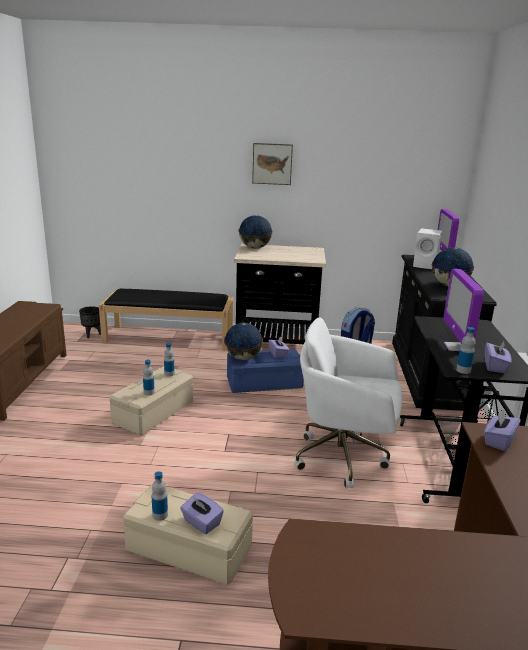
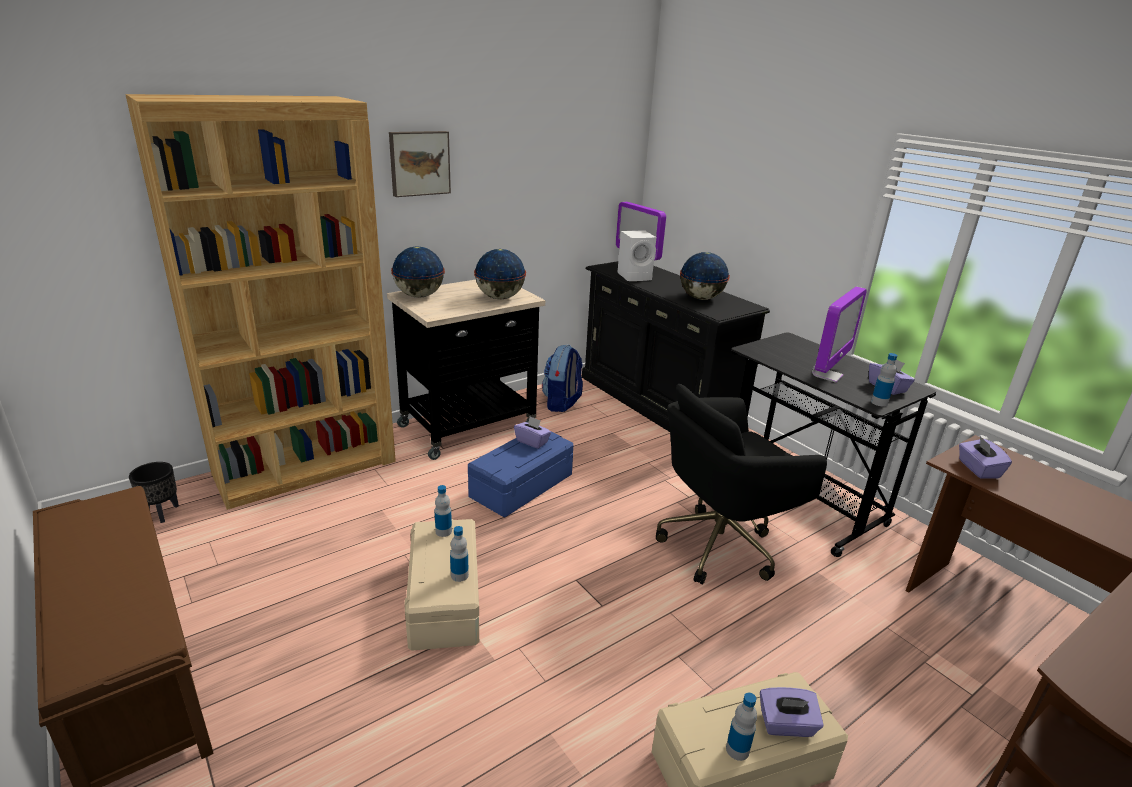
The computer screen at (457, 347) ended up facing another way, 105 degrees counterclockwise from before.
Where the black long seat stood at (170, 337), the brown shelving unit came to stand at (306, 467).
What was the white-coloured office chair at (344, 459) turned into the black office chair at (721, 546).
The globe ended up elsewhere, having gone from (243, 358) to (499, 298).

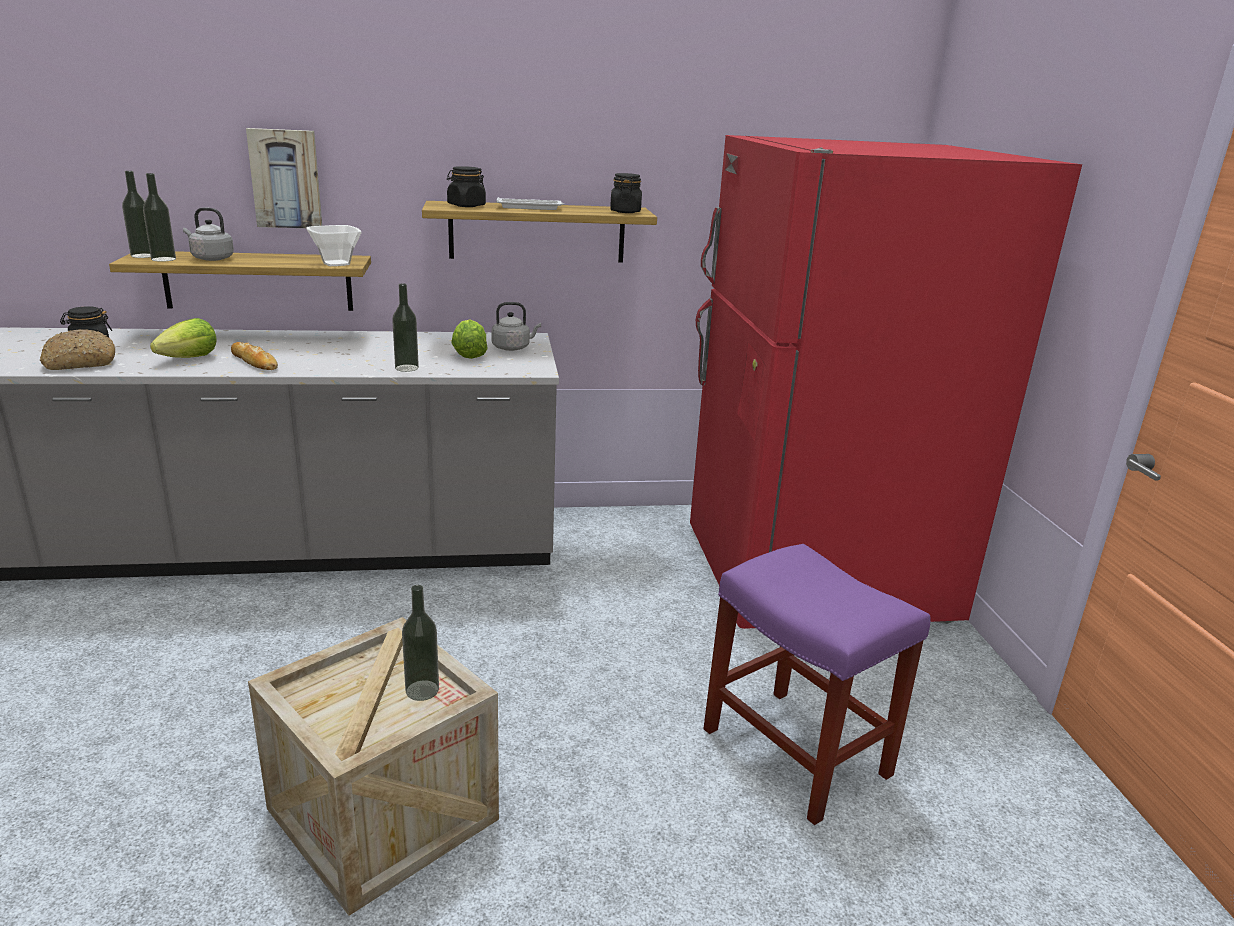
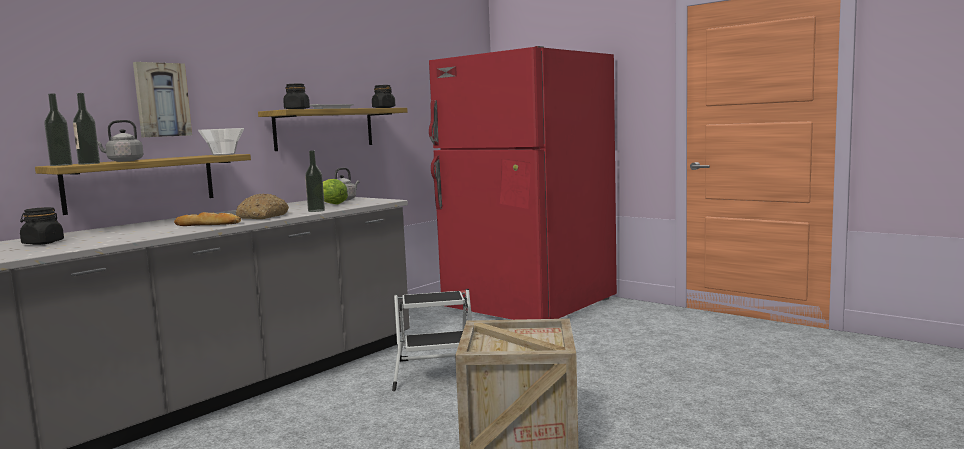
The second view lost the lettuce head at (190, 358).
The baked bread ended up elsewhere, having gone from (80, 362) to (263, 216).
The second view lost the purple-coloured stool seat at (798, 753).
The second view lost the drink bottle at (422, 690).
The second view gained the stepladder at (436, 372).

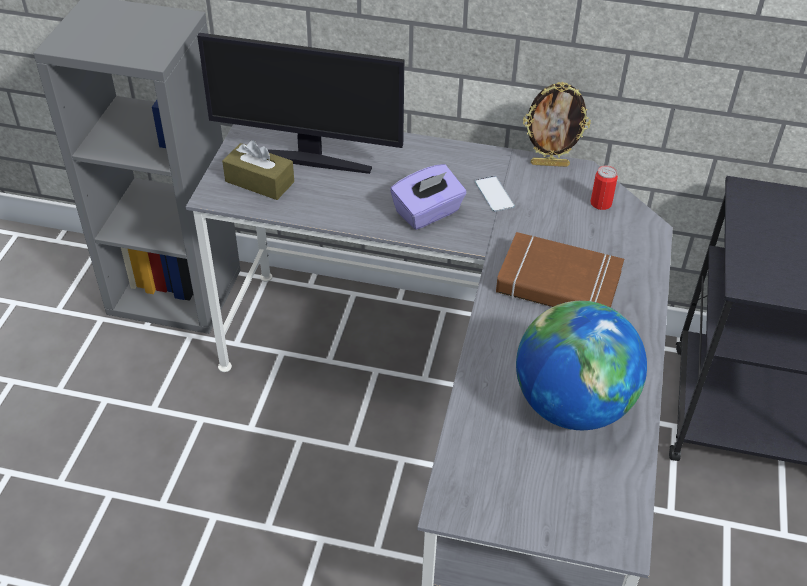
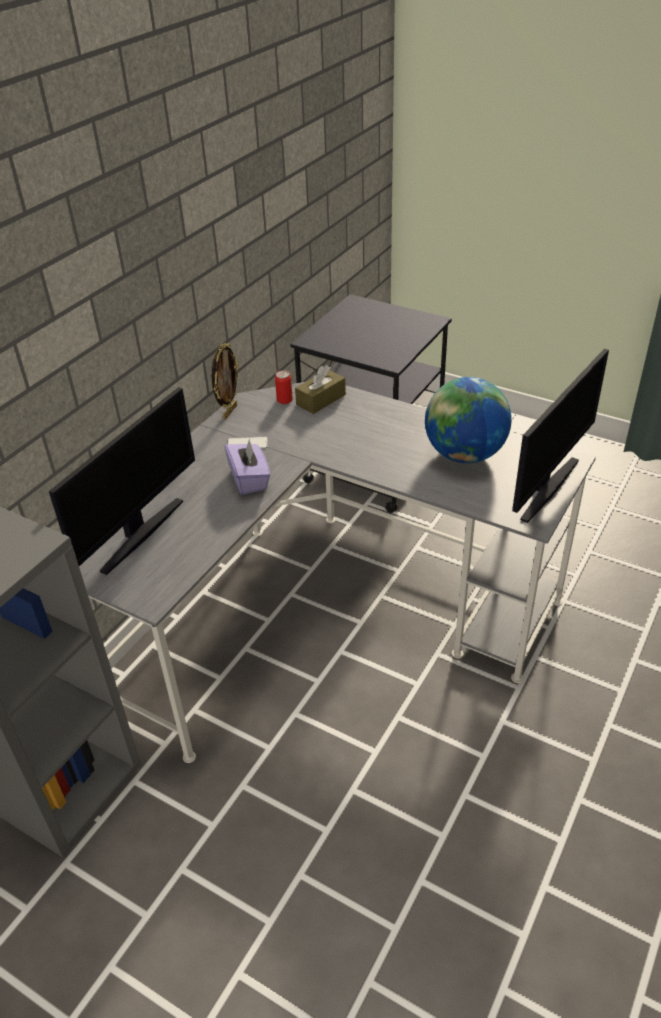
The brown box of tissues ended up elsewhere, having gone from (259, 182) to (321, 400).
The second view lost the brown bound book at (558, 284).
The second view gained the computer screen at (546, 488).

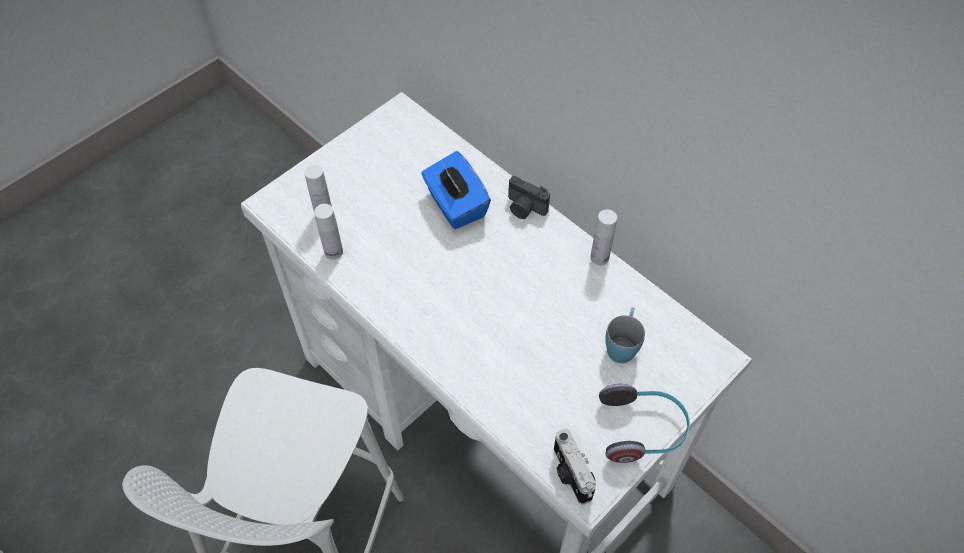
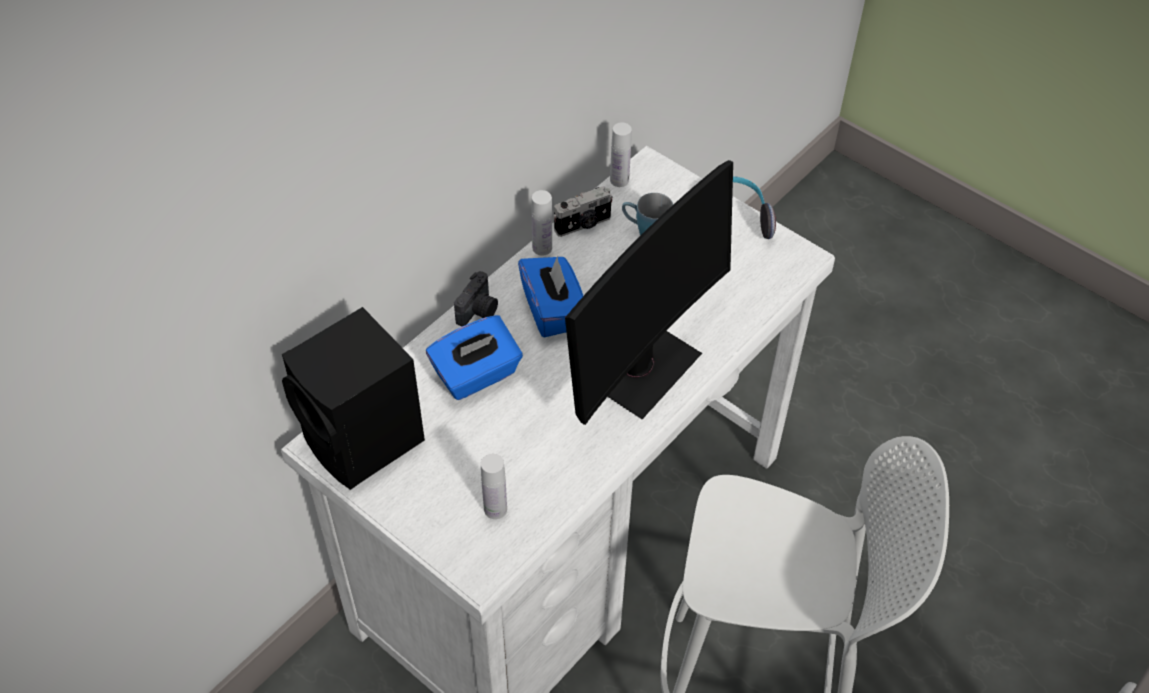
The white-coloured drink bottle ended up elsewhere, having gone from (333, 252) to (619, 180).
The still camera ended up elsewhere, having gone from (570, 474) to (583, 225).
The second view gained the computer screen at (639, 367).
The second view gained the blue-coloured box of tissues at (553, 311).
The second view gained the black audio speaker at (365, 442).

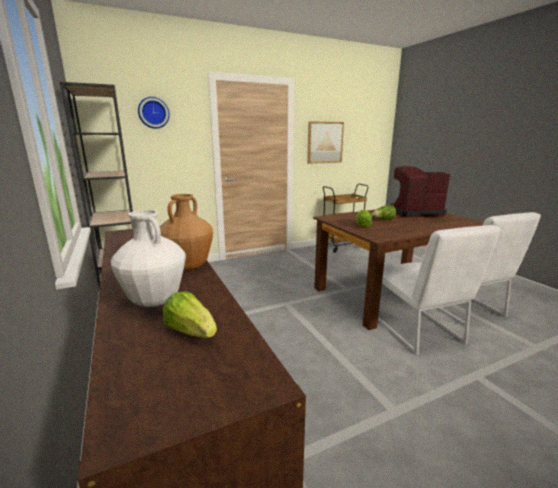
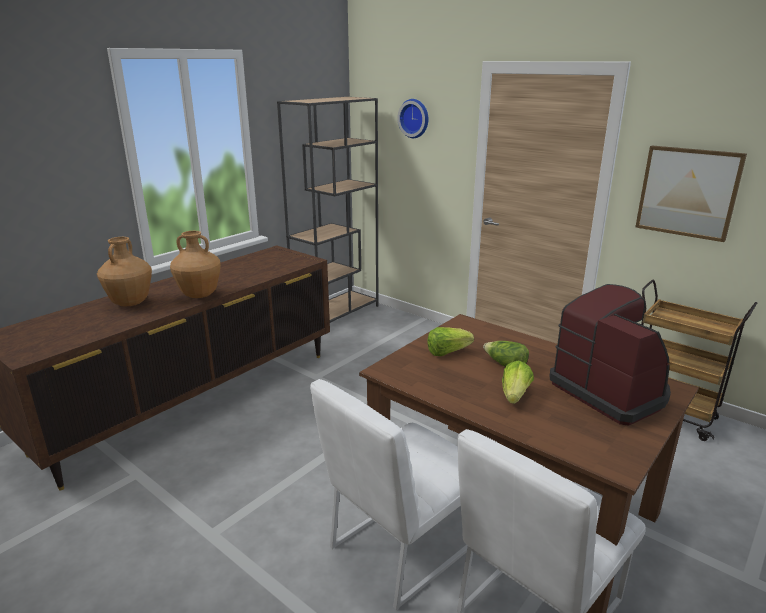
What was the white-coloured flower vase at (154, 301) turned into the brown flower vase at (130, 303).
The lettuce head ended up elsewhere, having gone from (191, 331) to (515, 395).

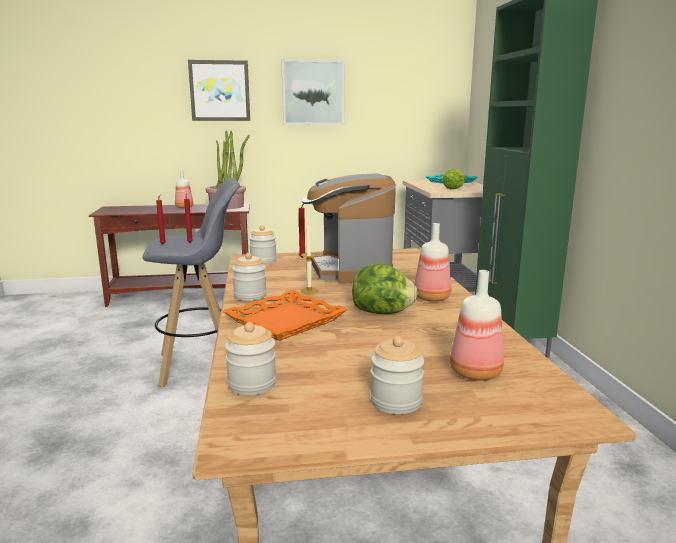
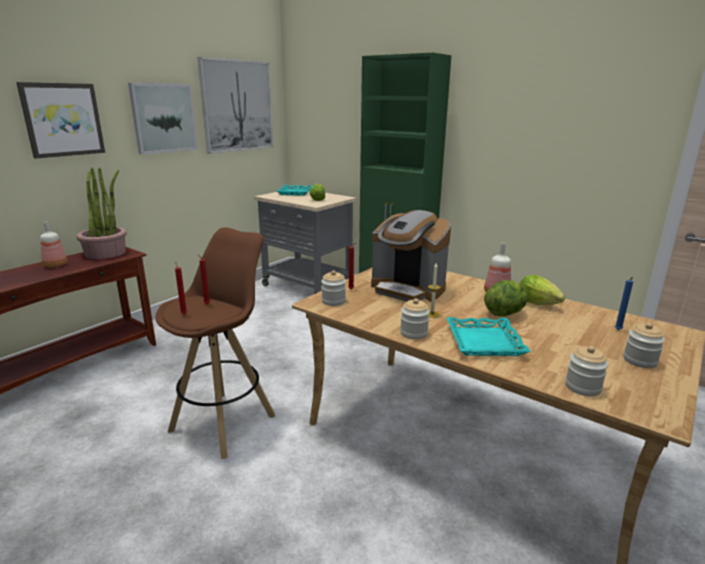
What was the gray stool seat at (201, 365) turned into the brown stool seat at (225, 421).
Where the drink bottle stood at (473, 372), the blue-coloured candle came to stand at (618, 330).
What was the orange-coloured tray at (285, 321) turned into the blue-green tray at (483, 341).
The second view gained the wall art at (237, 106).
The second view gained the lettuce head at (537, 303).

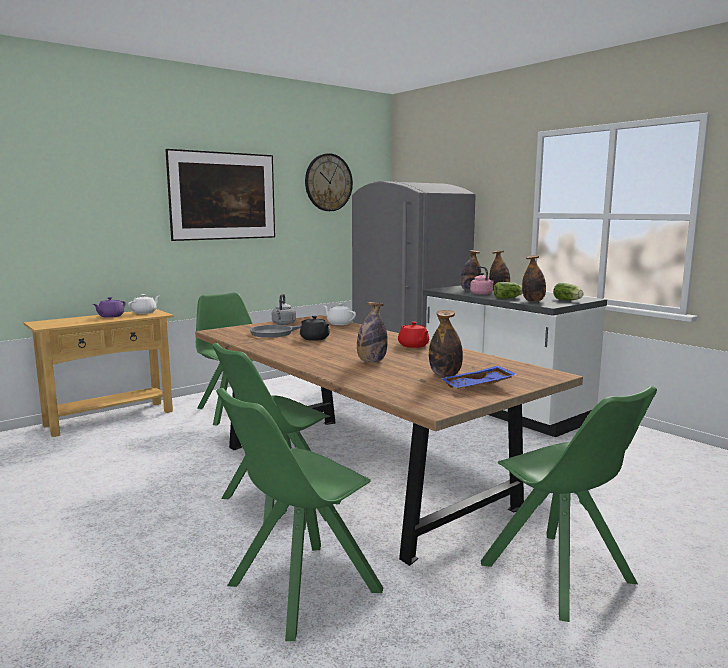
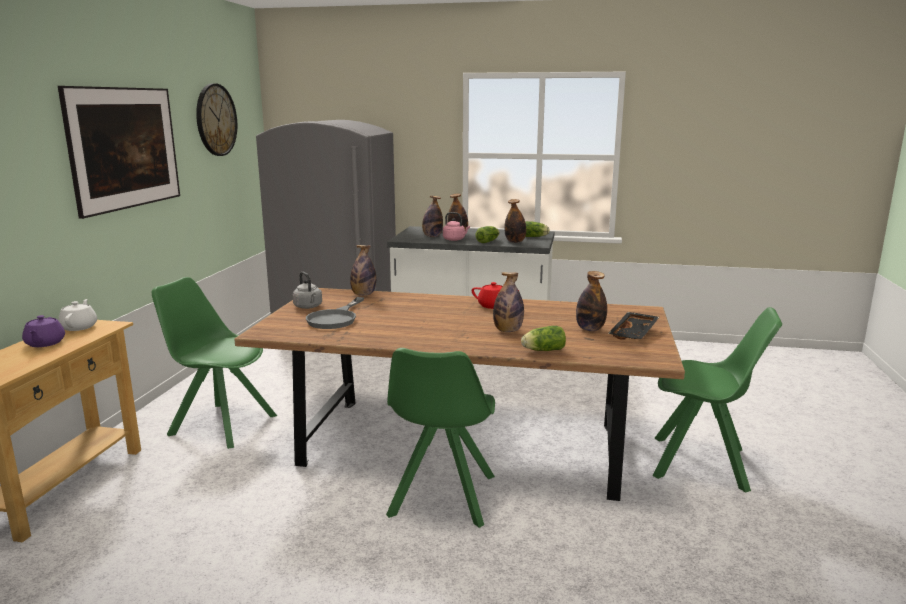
Where the white-coloured tea pot stood at (339, 323), the drink bottle came to stand at (363, 294).
The second view lost the black tea pot at (315, 339).
What was the blue-coloured tray at (478, 386) turned into the black tray at (634, 333).
The second view lost the green plain chair at (300, 590).
The second view gained the lettuce head at (542, 350).

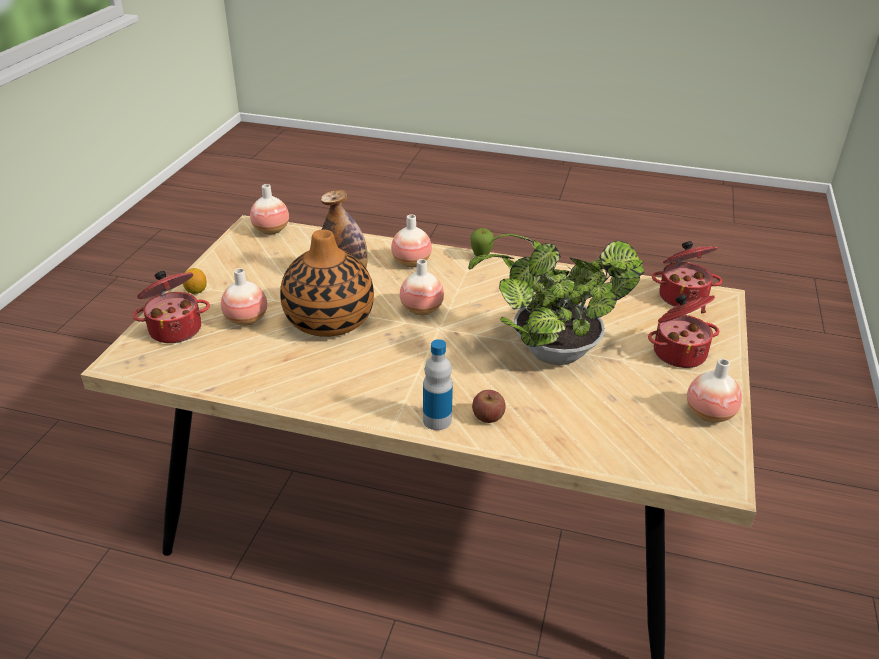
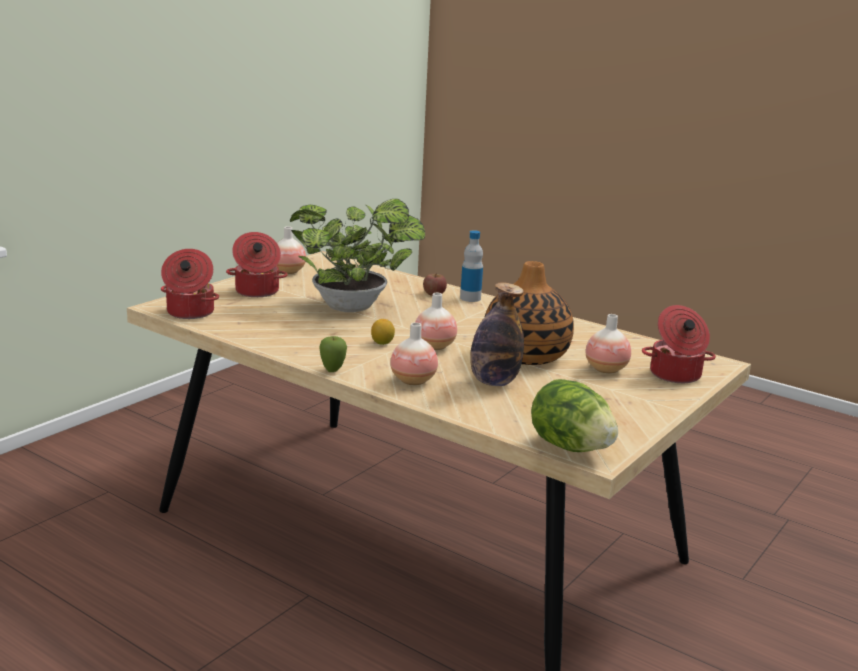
Where the flower vase stood at (271, 230), the lettuce head came to stand at (570, 447).
The whole lemon ended up elsewhere, having gone from (196, 291) to (382, 343).

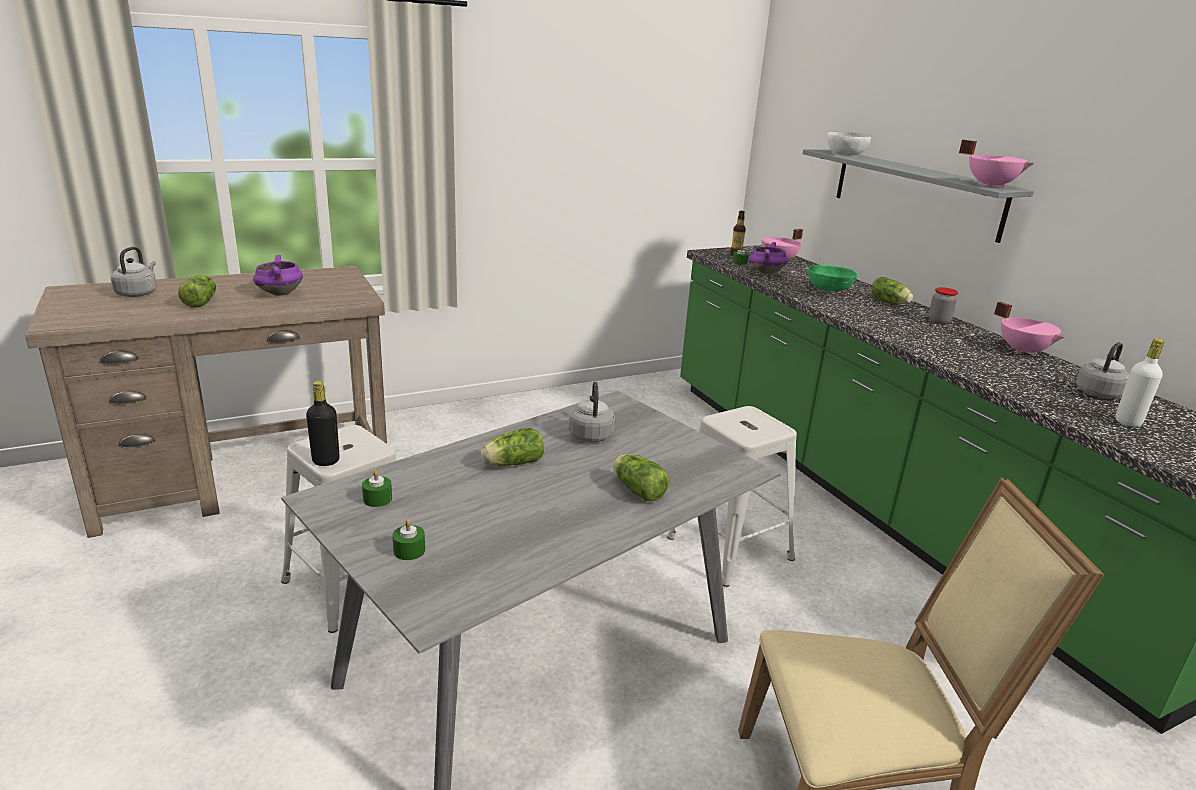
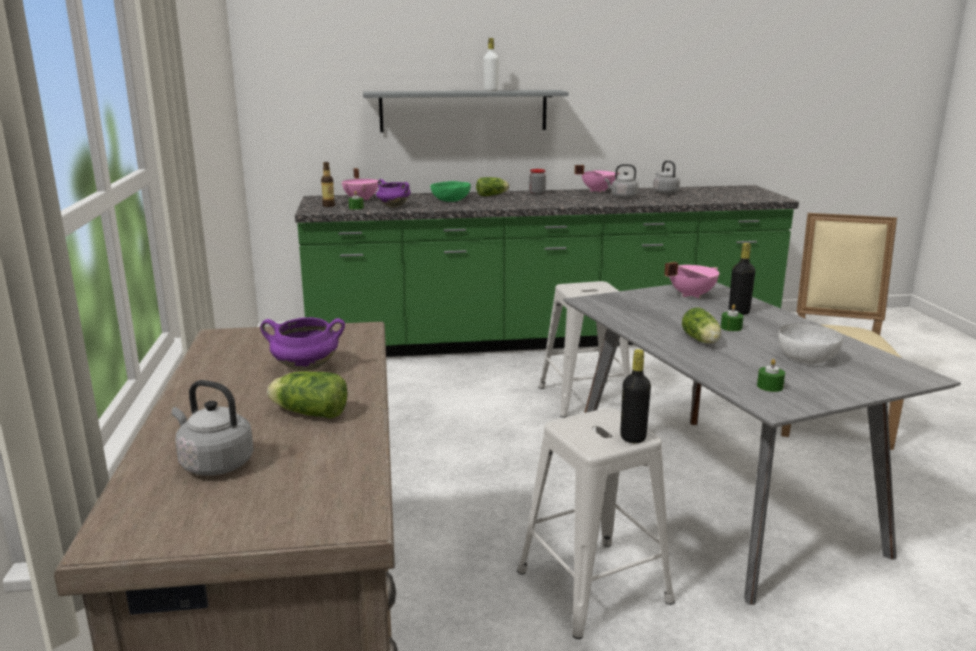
The white-coloured deep dish ended up elsewhere, having gone from (846, 154) to (807, 358).
The pink stockpot ended up elsewhere, having gone from (991, 185) to (690, 295).
The white-coloured drink bottle ended up elsewhere, having gone from (1128, 422) to (491, 91).
The gray tea kettle ended up elsewhere, having gone from (590, 434) to (622, 197).
Where the lettuce head stood at (636, 489), the black drink bottle came to stand at (739, 312).
The green candle ended up elsewhere, having gone from (409, 550) to (731, 327).

